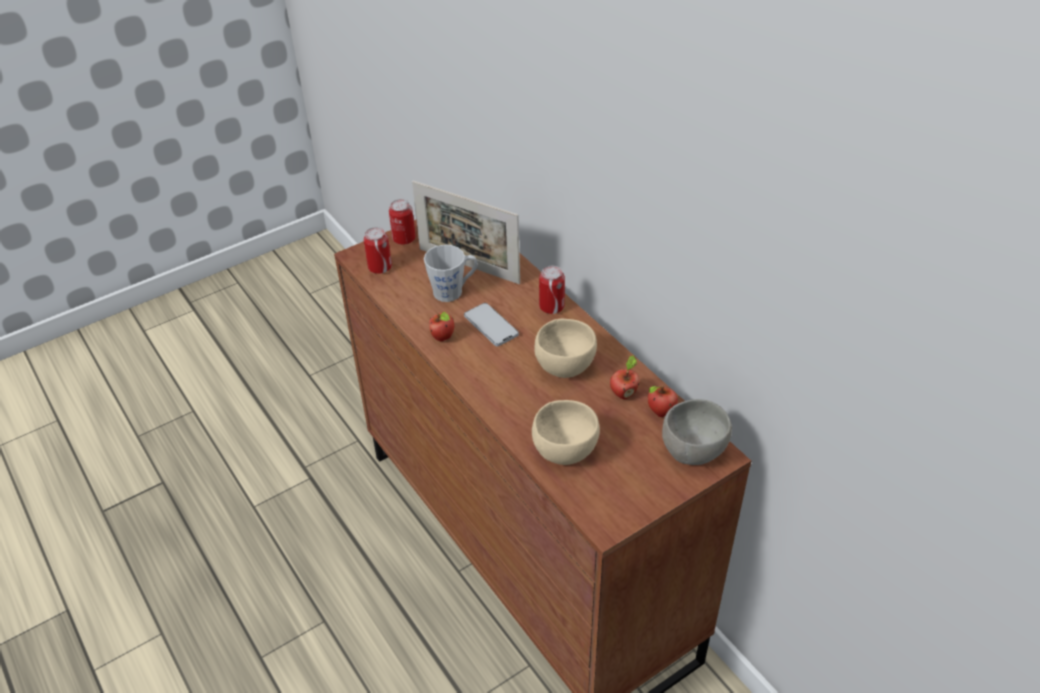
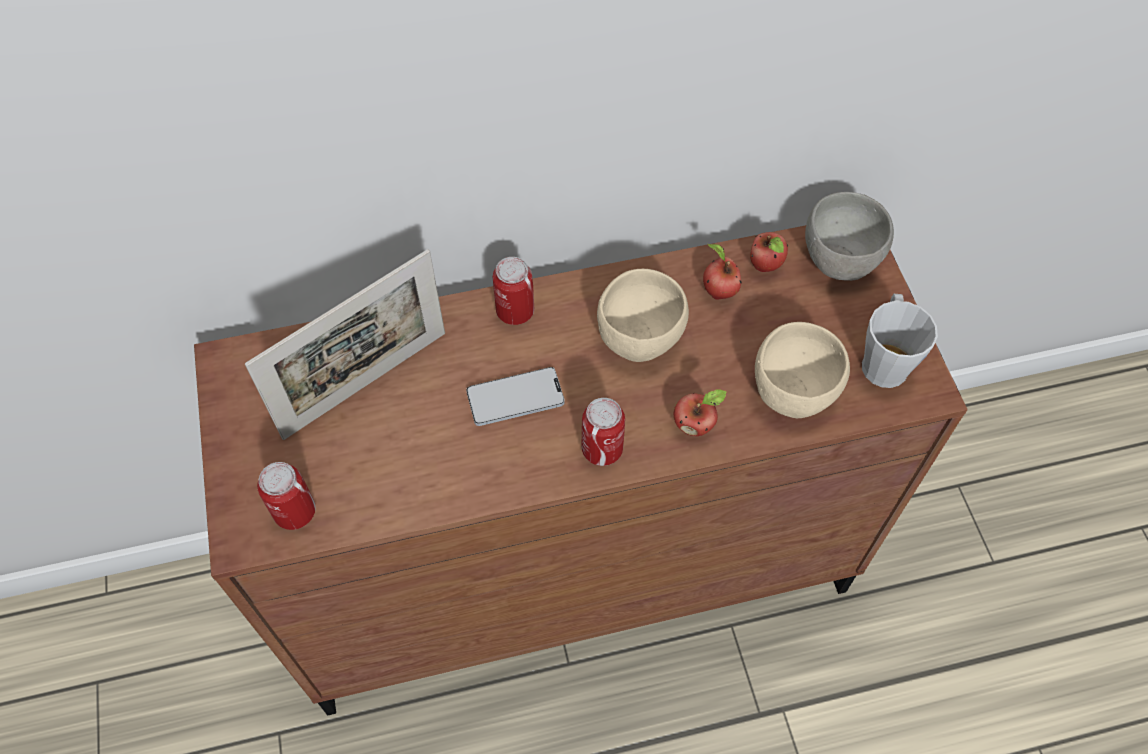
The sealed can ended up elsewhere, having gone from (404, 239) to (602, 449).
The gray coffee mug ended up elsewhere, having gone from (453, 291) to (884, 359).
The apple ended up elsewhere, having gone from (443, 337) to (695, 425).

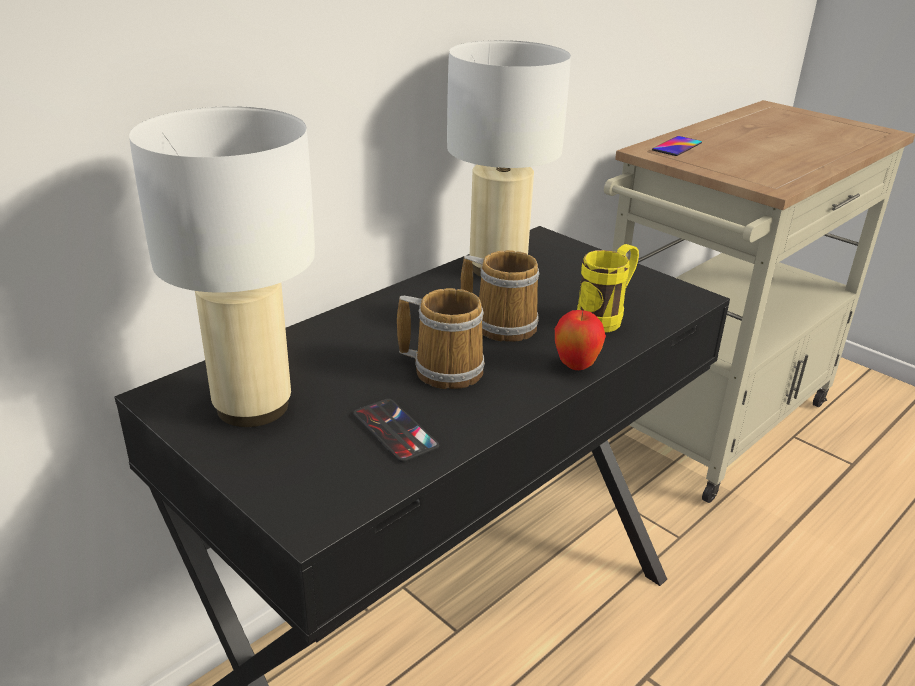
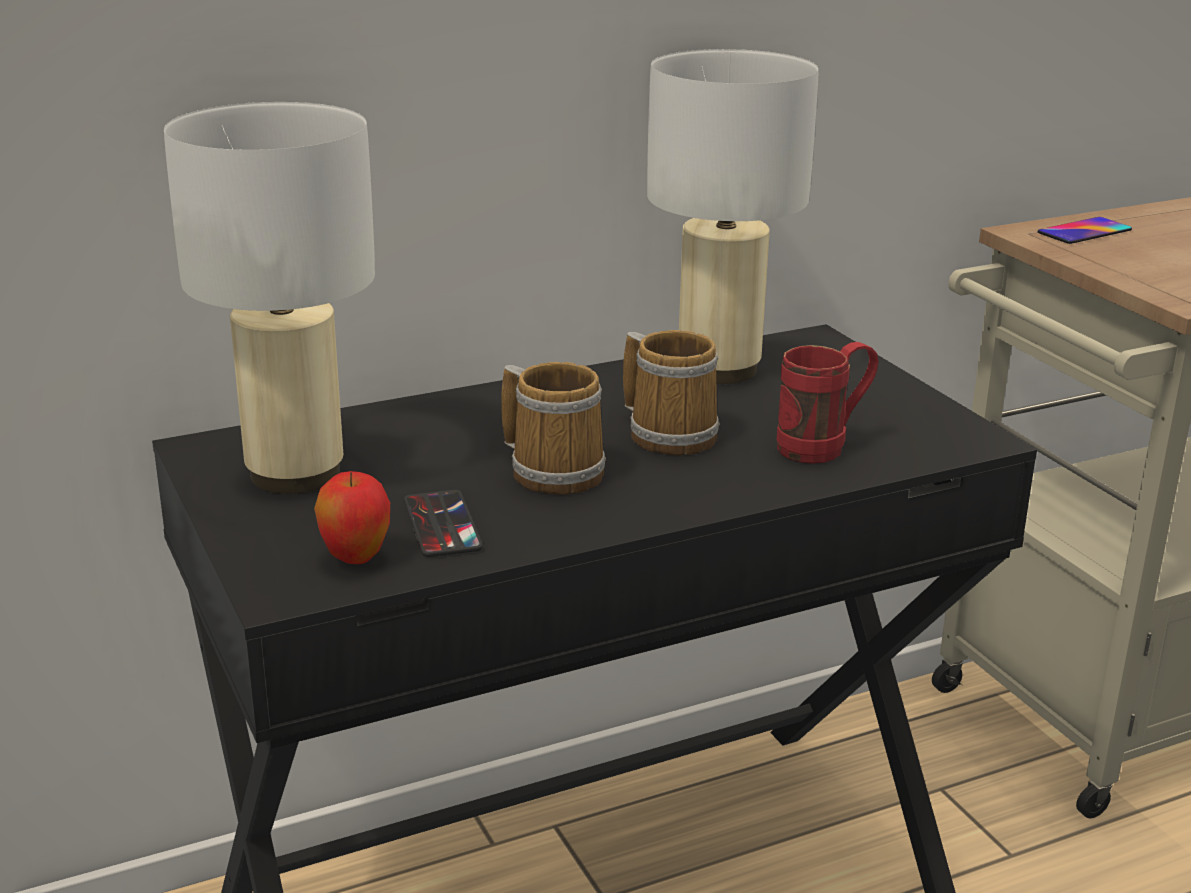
What was the yellowish coffee mug at (606, 318) turned into the reddish coffee mug at (824, 447).
The apple ended up elsewhere, having gone from (576, 366) to (355, 558).

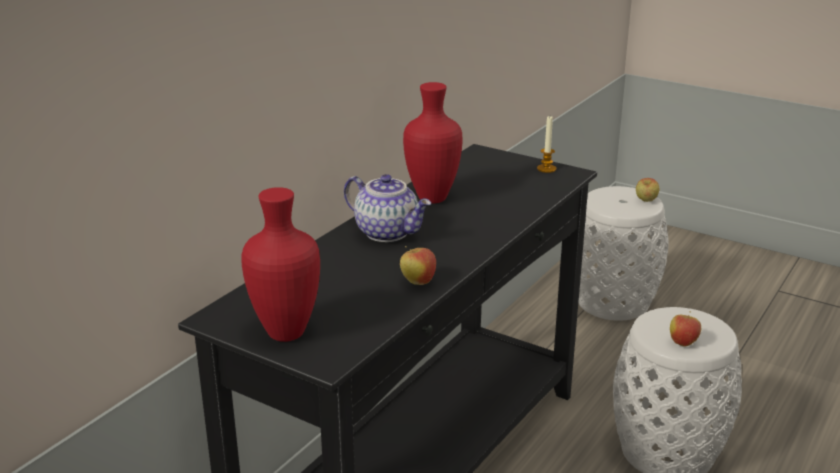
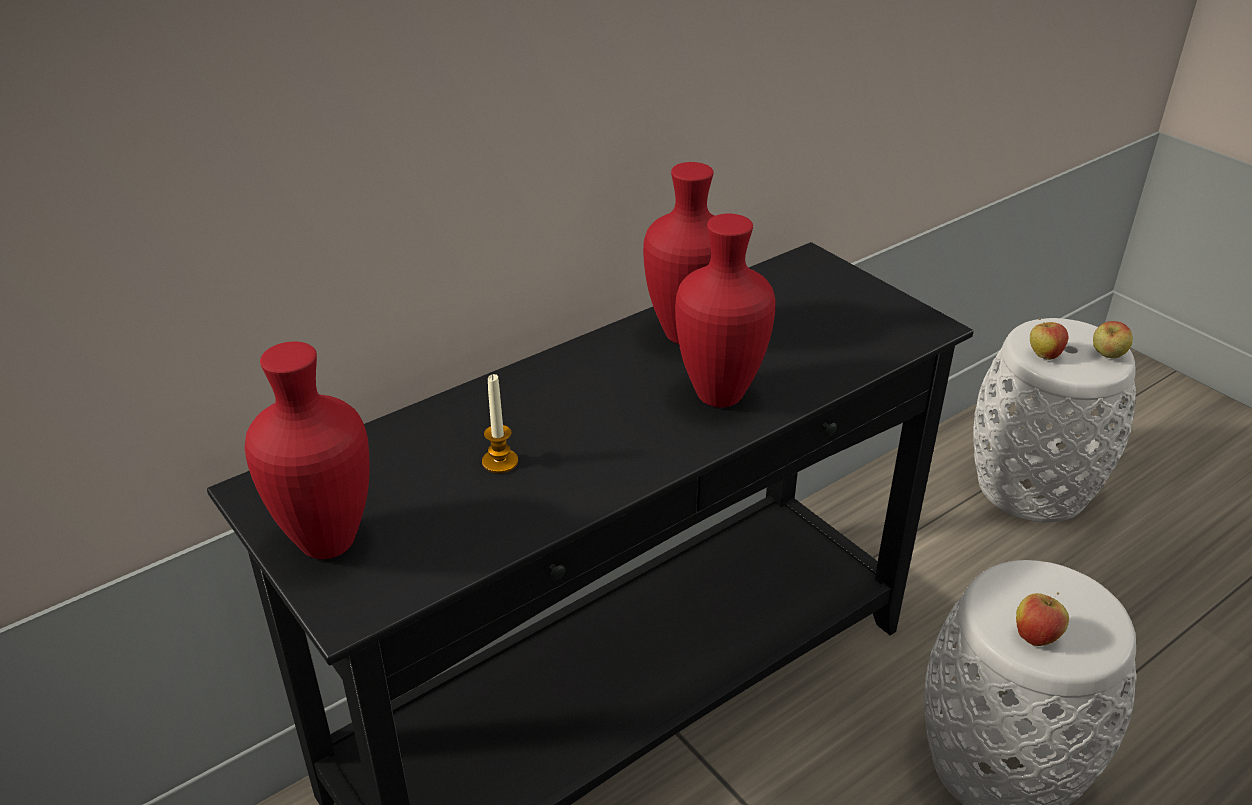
The candle ended up elsewhere, having gone from (546, 169) to (500, 462).
The second view lost the tea pot at (388, 232).
The apple ended up elsewhere, having gone from (418, 282) to (1044, 355).
The second view gained the reddish flower vase at (722, 396).

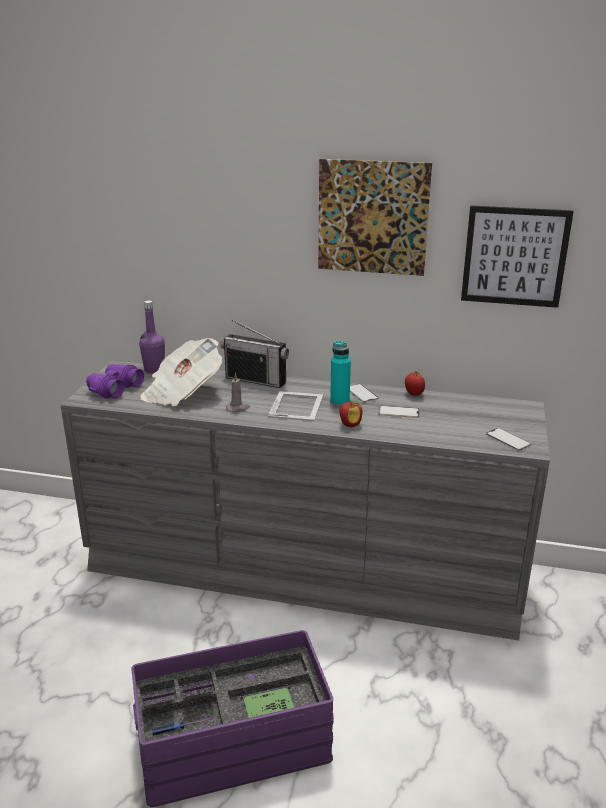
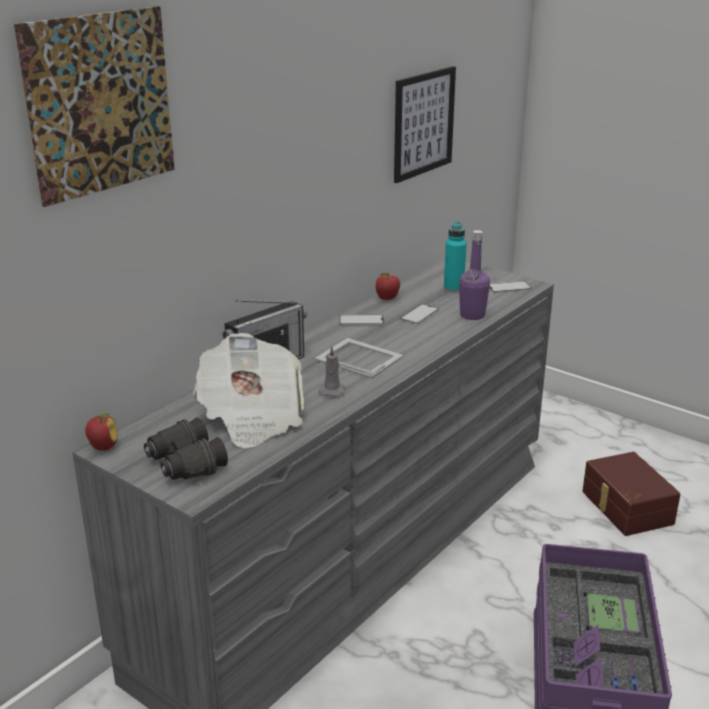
The wall art ended up elsewhere, having gone from (372, 217) to (101, 104).
The purple-coloured drink bottle ended up elsewhere, having gone from (154, 369) to (472, 315).
The blue-green drink bottle ended up elsewhere, having gone from (339, 402) to (453, 288).
What was the purple-coloured field glasses at (114, 389) turned into the black field glasses at (185, 464).
The apple ended up elsewhere, having gone from (350, 425) to (103, 447).
The second view gained the brown storage container at (625, 508).

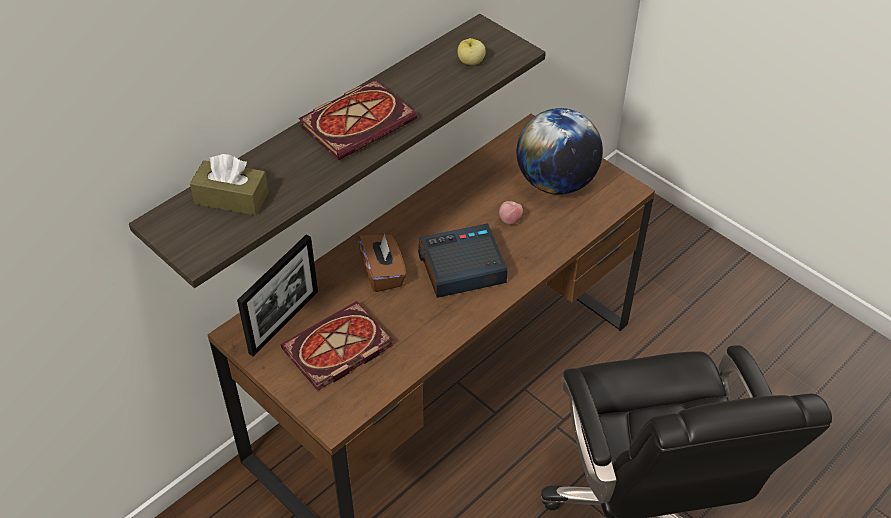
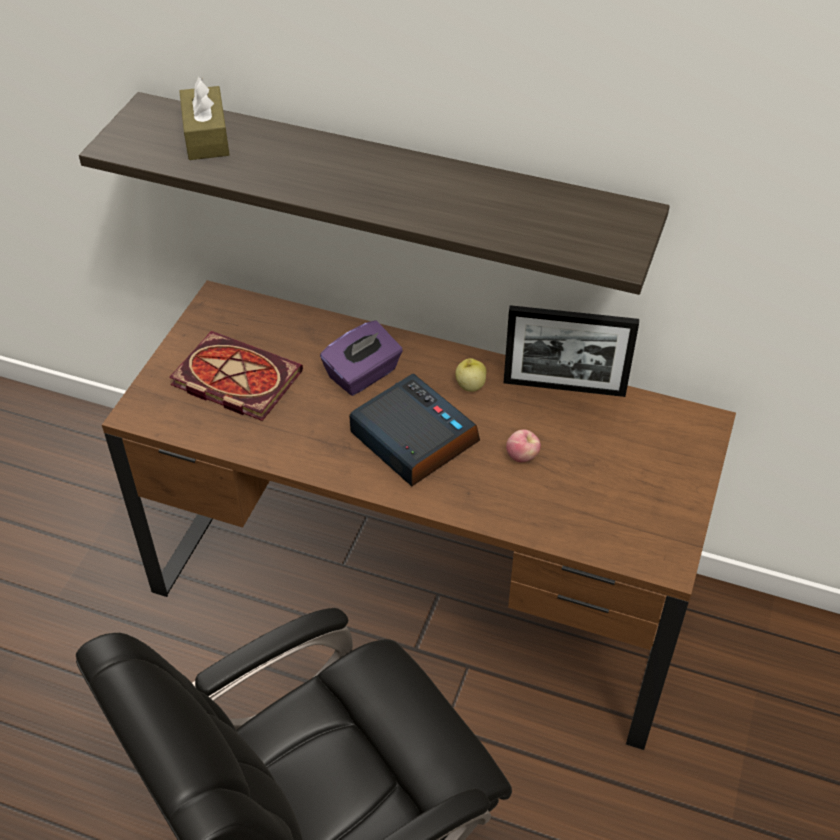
The apple ended up elsewhere, having gone from (470, 62) to (470, 385).
The second view lost the bound book at (359, 121).
The second view lost the globe at (556, 182).
The picture frame ended up elsewhere, having gone from (284, 322) to (564, 387).
What was the brown box of tissues at (383, 273) turned into the purple-coloured box of tissues at (363, 375).

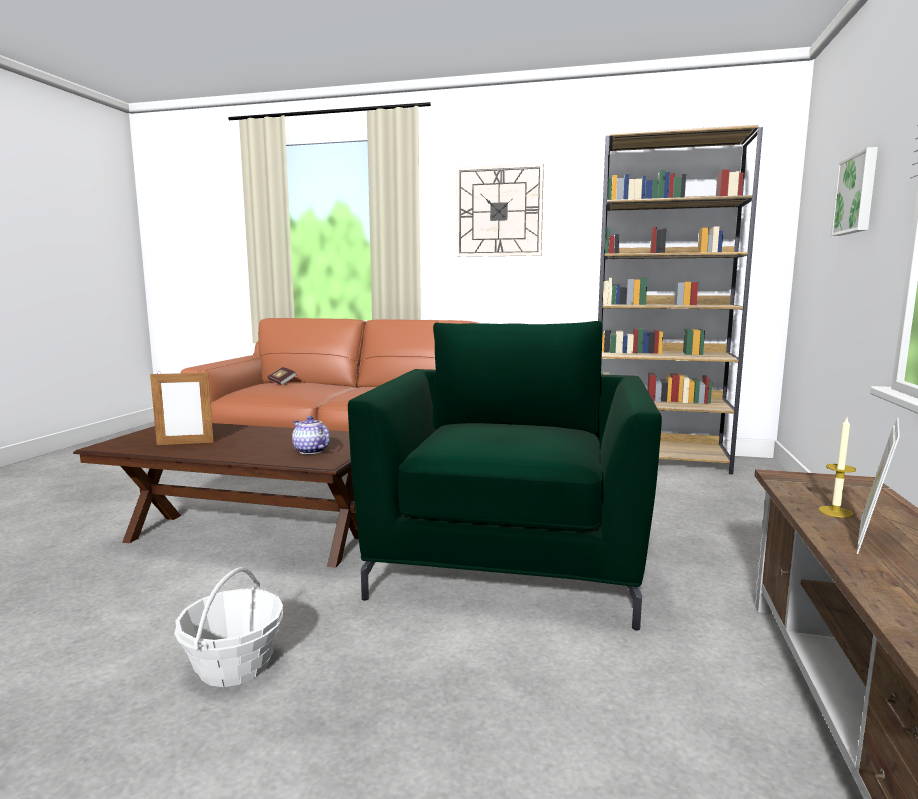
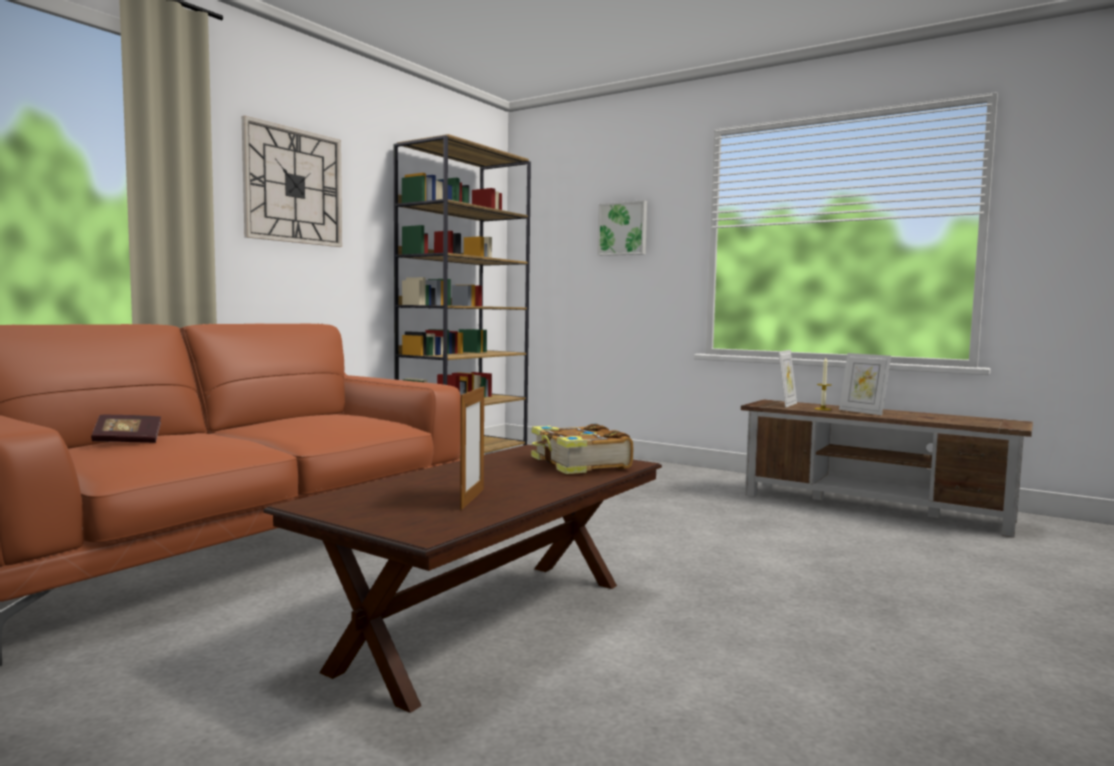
The second view lost the green lounge chair at (510, 564).
Where the tea pot stood at (310, 451), the bound book came to stand at (579, 464).
The second view lost the basket at (234, 666).
The second view gained the picture frame at (786, 405).

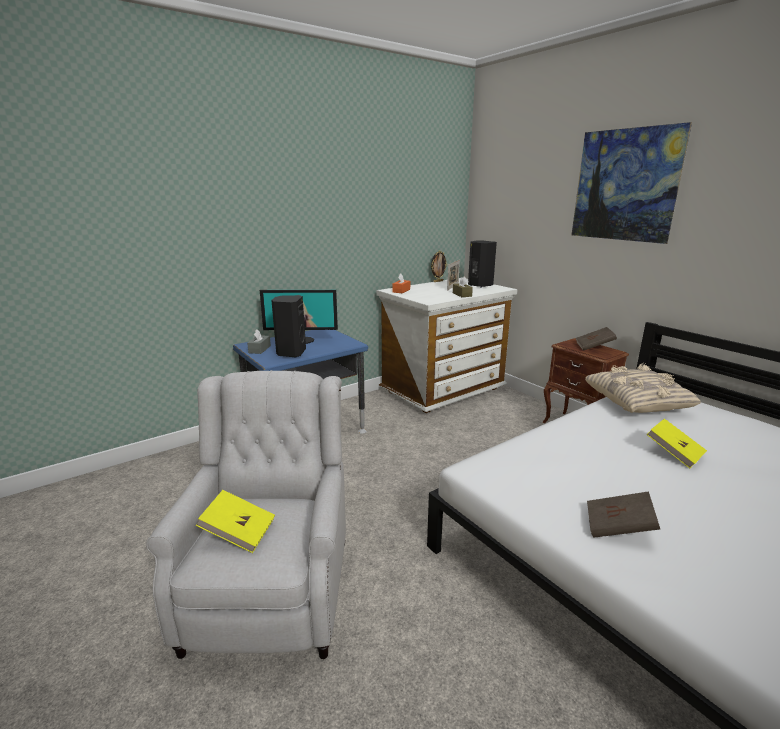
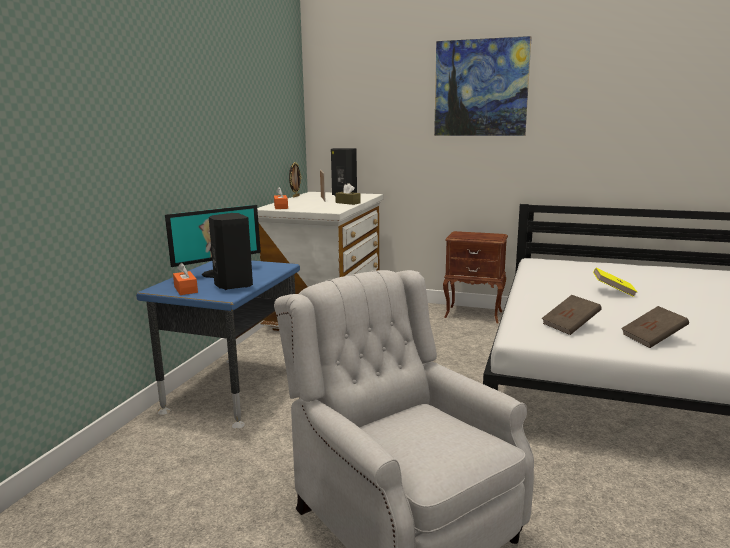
The brown bound book ended up elsewhere, having gone from (594, 347) to (570, 326).
What was the gray box of tissues at (259, 349) turned into the orange-coloured box of tissues at (186, 289).
The second view lost the sand-coloured throw pillow at (636, 404).
The second view lost the yellowish bound book at (239, 533).

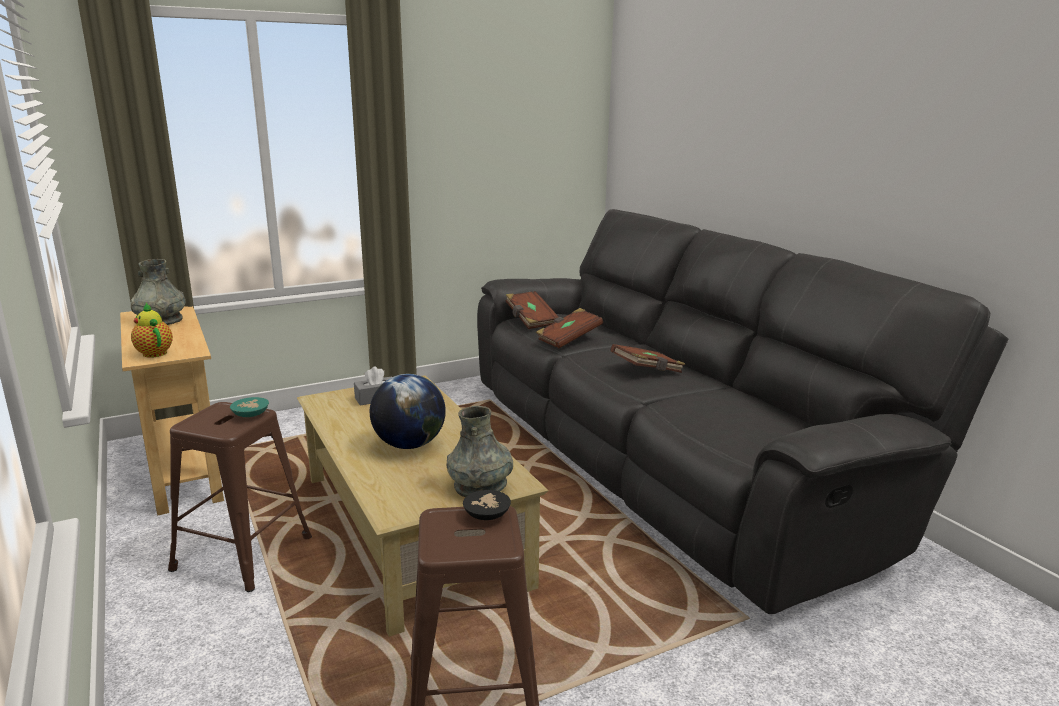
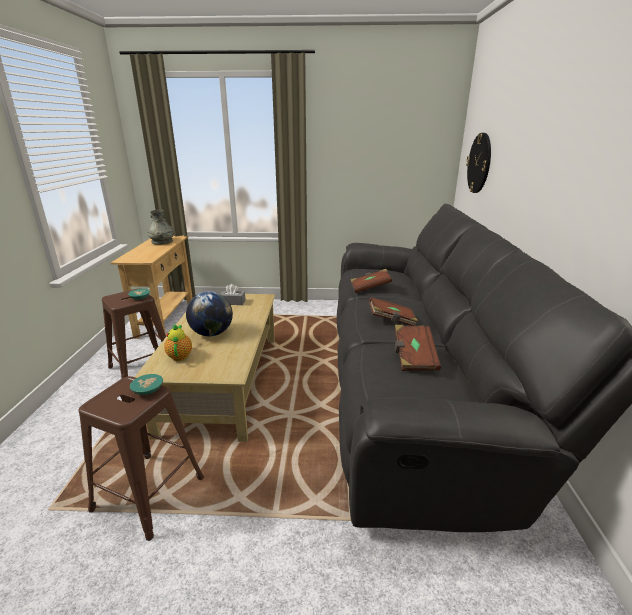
The brown bound book ended up elsewhere, having gone from (531, 320) to (413, 357).
The tea pot ended up elsewhere, having gone from (153, 353) to (180, 355).
The second view lost the gray flower vase at (480, 486).
What was the black deep dish at (487, 514) turned into the blue-green deep dish at (149, 390).
The second view gained the wall clock at (479, 163).

